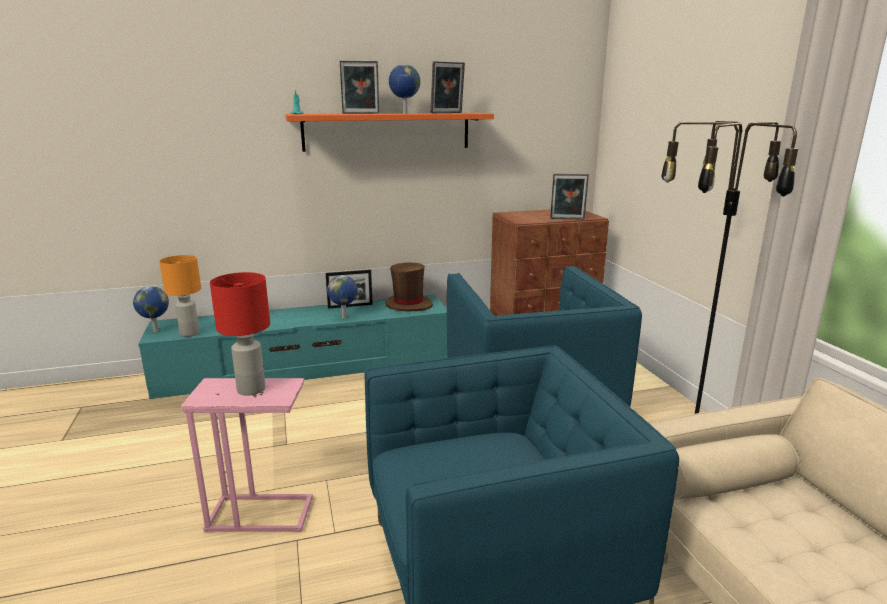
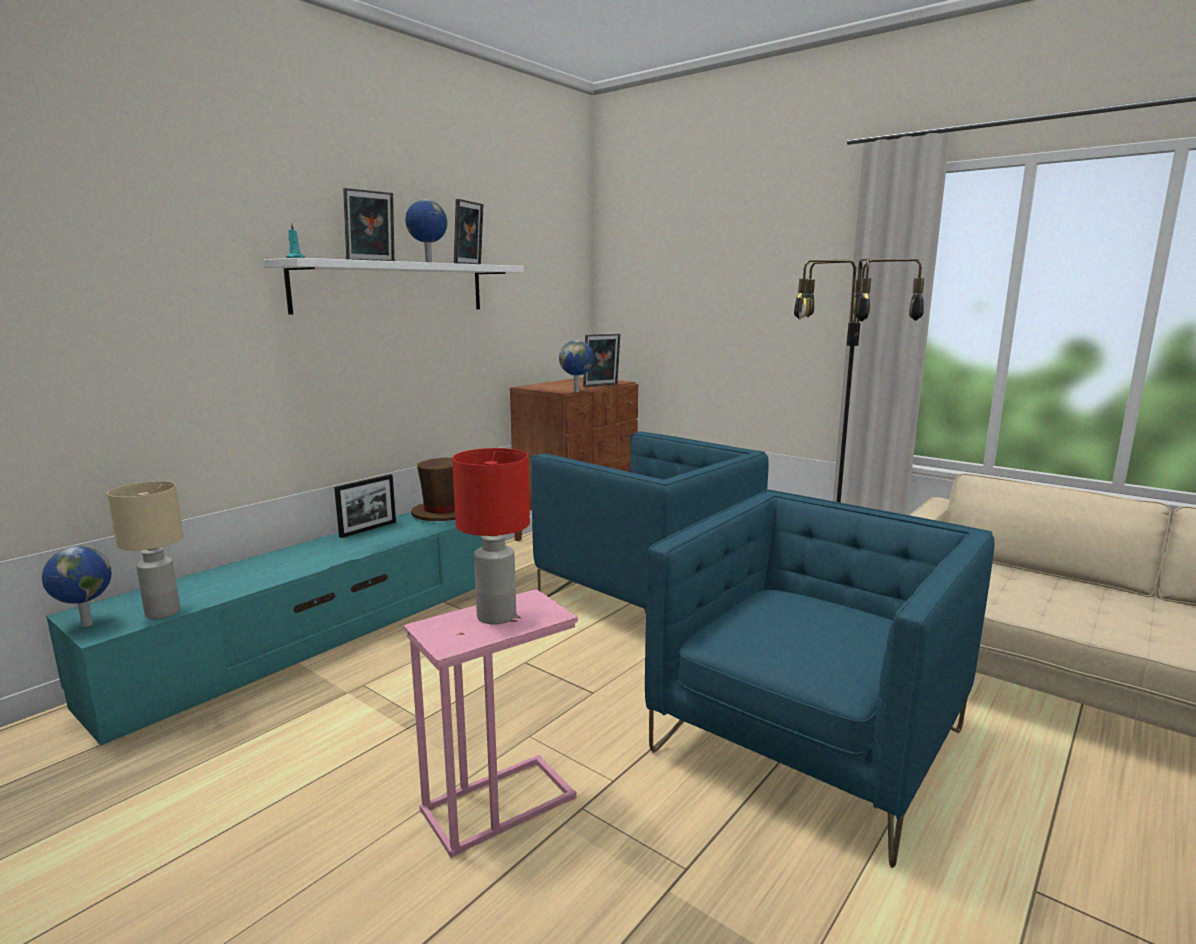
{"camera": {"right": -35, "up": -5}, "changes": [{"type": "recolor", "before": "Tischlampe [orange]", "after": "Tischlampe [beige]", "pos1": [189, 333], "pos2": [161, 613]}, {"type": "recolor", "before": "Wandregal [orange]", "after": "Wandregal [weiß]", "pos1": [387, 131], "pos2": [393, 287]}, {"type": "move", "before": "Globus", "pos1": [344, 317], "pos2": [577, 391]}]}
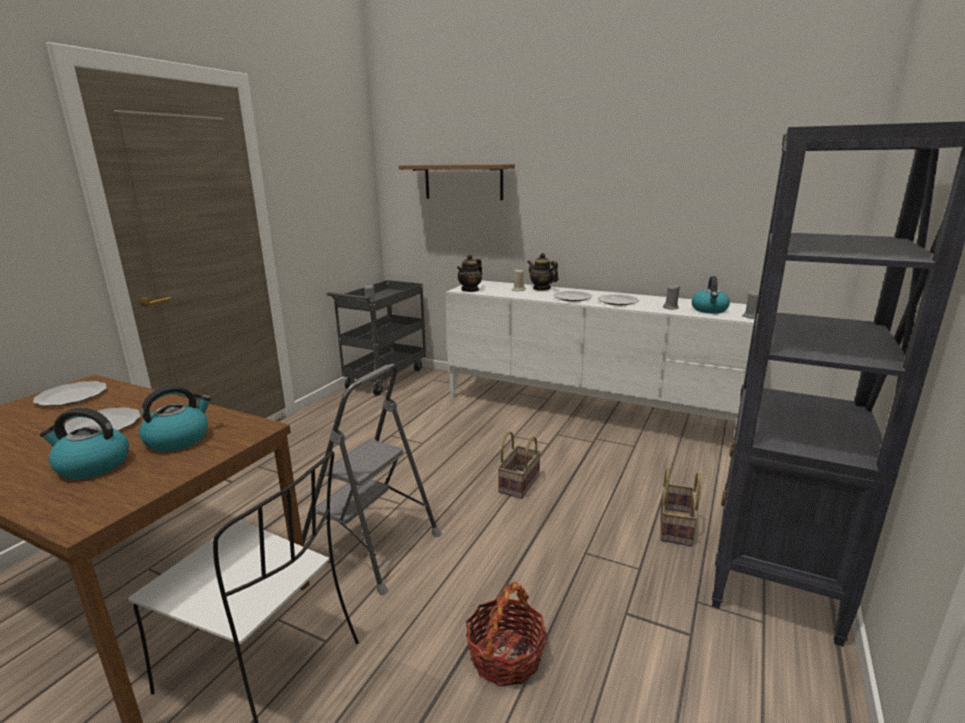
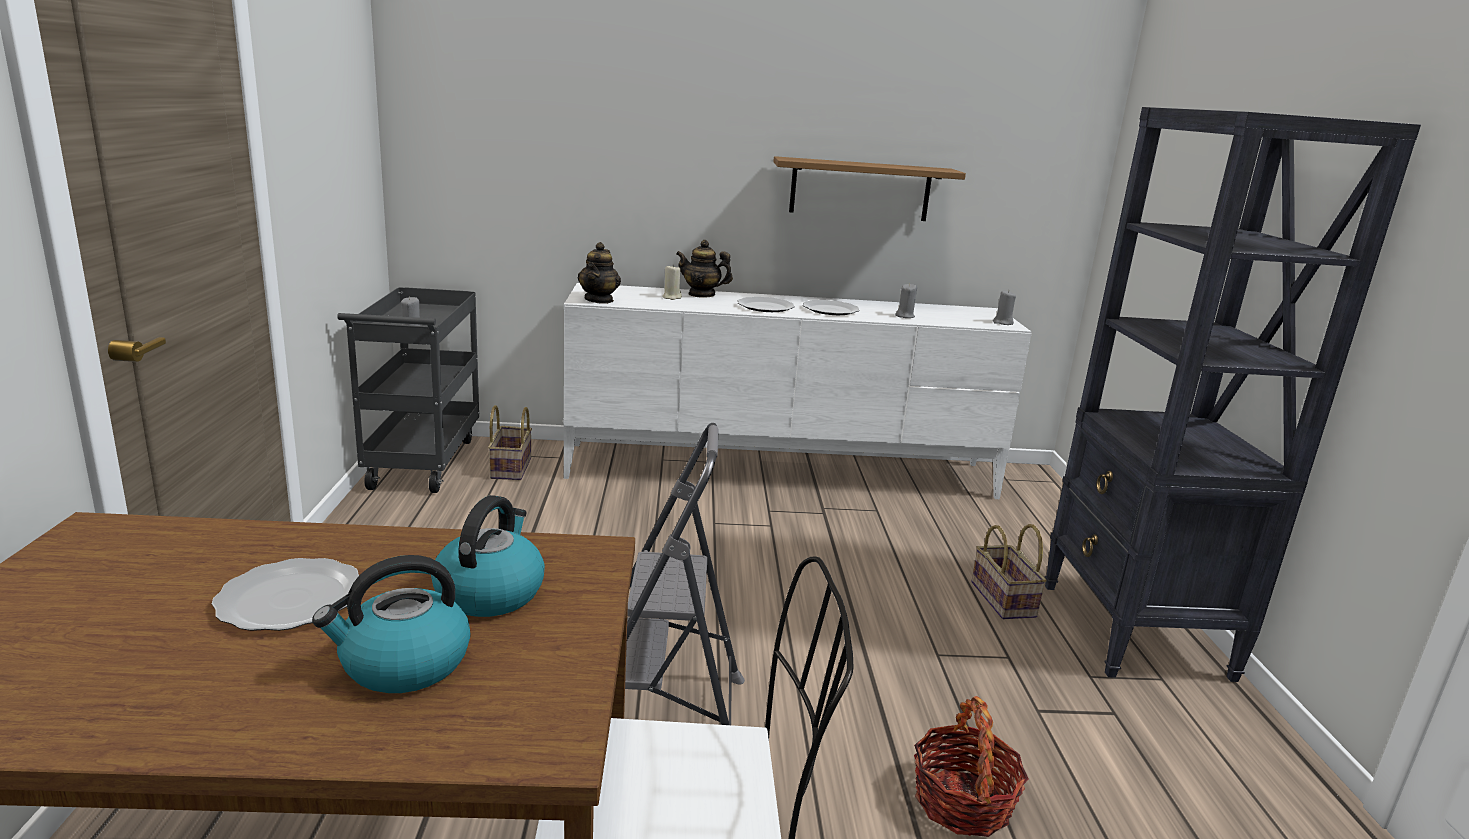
{"camera": {"right": -30, "up": 0}, "changes": [{"type": "move", "before": "Korb", "pos1": [518, 482], "pos2": [510, 467]}, {"type": "move", "before": "Wandregal", "pos1": [463, 182], "pos2": [860, 189]}, {"type": "delete", "before": "Teller", "pos1": [73, 396]}, {"type": "delete", "before": "Wasserkessel", "pos1": [709, 310]}]}
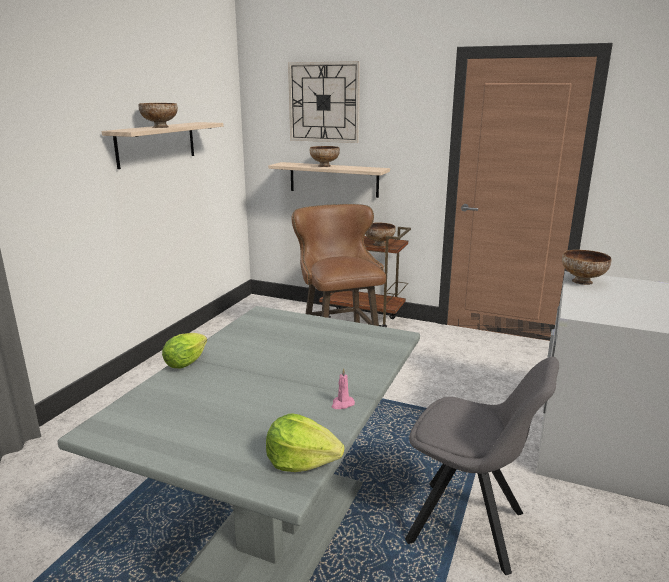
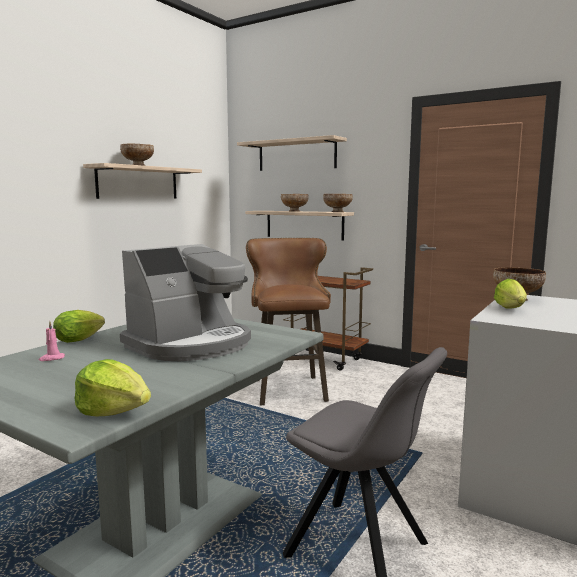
{"camera": {"right": 10, "up": -10}, "changes": [{"type": "move", "before": "Kerze [rosa]", "pos1": [342, 404], "pos2": [51, 358]}, {"type": "insert", "after": "Kaffeemaschine", "pos2": [191, 344]}, {"type": "replace", "before": "Wanduhr", "after": "Wandregal", "pos1": [324, 102], "pos2": [296, 155]}, {"type": "move", "before": "Schüssel", "pos1": [378, 244], "pos2": [337, 212]}, {"type": "insert", "after": "Salatkopf", "pos2": [511, 309]}]}
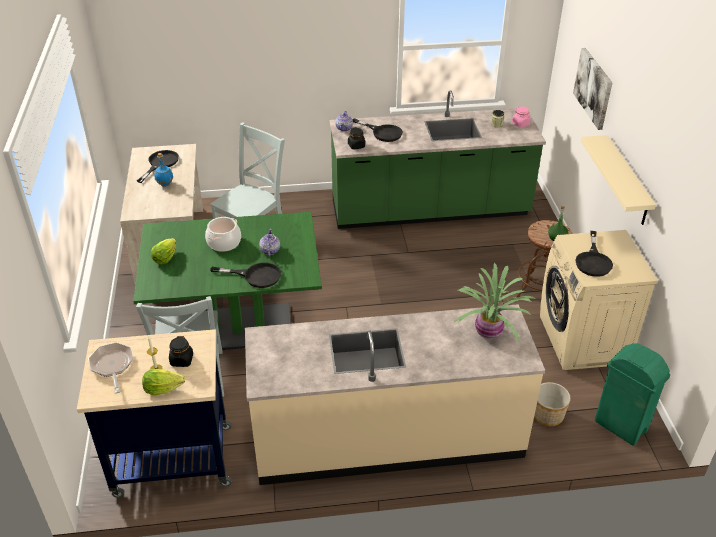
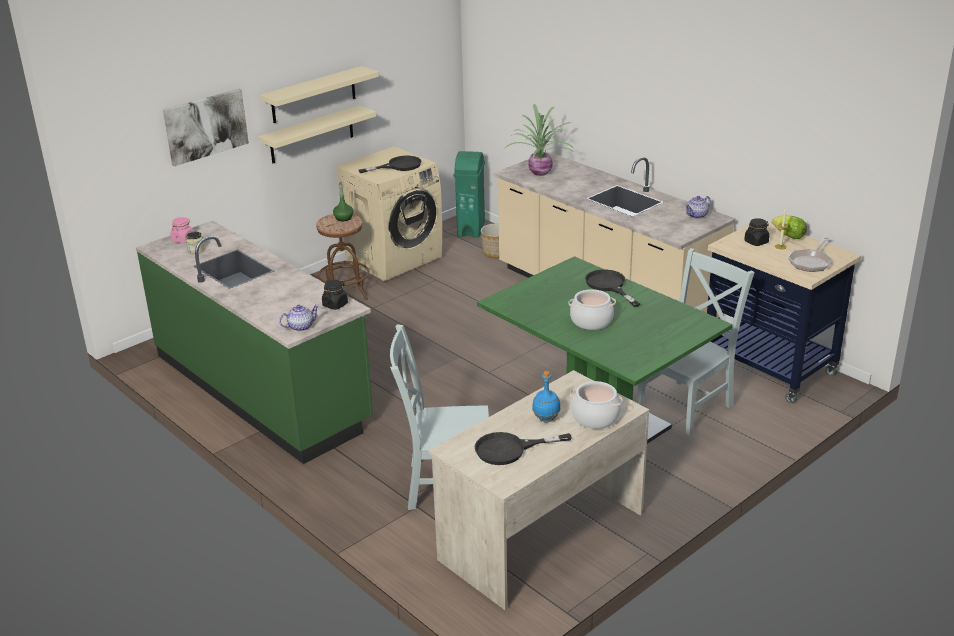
{"camera": {"right": -125, "up": -10}, "changes": [{"type": "insert", "after": "Wandregal [beige]", "pos2": [313, 95]}, {"type": "insert", "after": "Kochtopf", "pos2": [595, 417]}, {"type": "move", "before": "Teekanne", "pos1": [270, 251], "pos2": [697, 215]}, {"type": "delete", "before": "Salatkopf", "pos1": [165, 258]}, {"type": "delete", "before": "Pfanne [schwarz]", "pos1": [382, 132]}]}
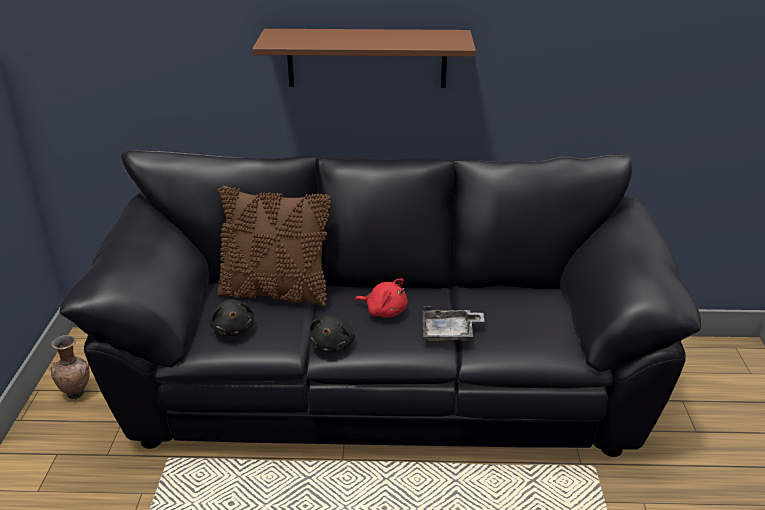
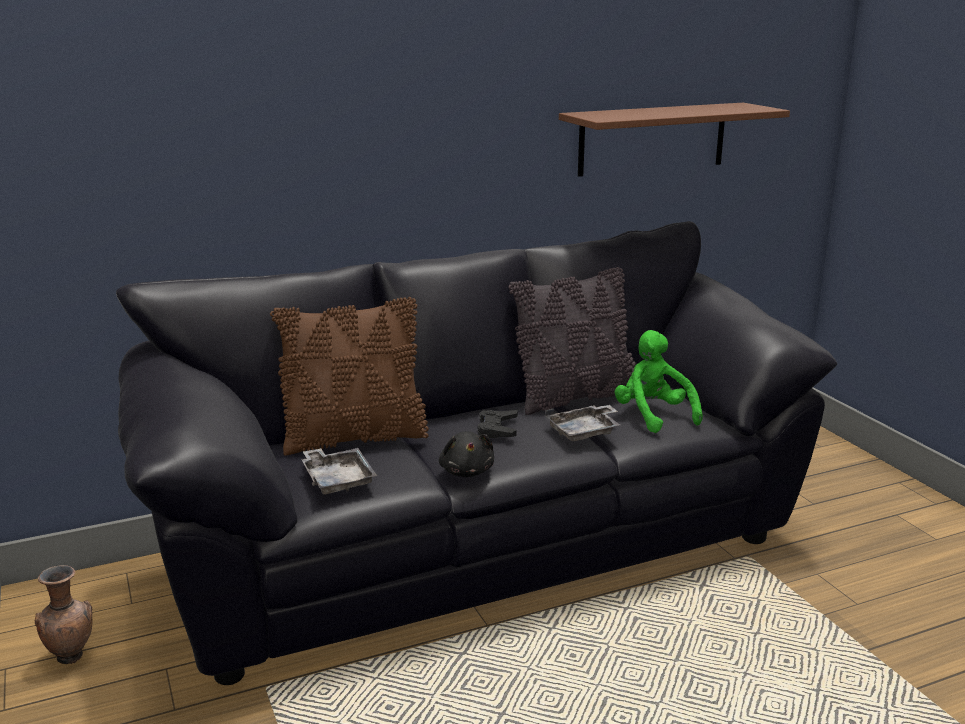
{"camera": {"right": -25, "up": -10}, "changes": [{"type": "replace", "before": "Plüschtier [schwarz]", "after": "Tablett [grau]", "pos1": [233, 329], "pos2": [337, 479]}, {"type": "replace", "before": "Plüschtier [rot]", "after": "Gamepad [schwarz]", "pos1": [384, 311], "pos2": [497, 429]}, {"type": "insert", "after": "Kissen [schwarz]", "pos2": [574, 397]}, {"type": "move", "before": "Wandregal [braun]", "pos1": [367, 58], "pos2": [652, 139]}, {"type": "insert", "after": "Plüschtier [grün]", "pos2": [653, 416]}]}
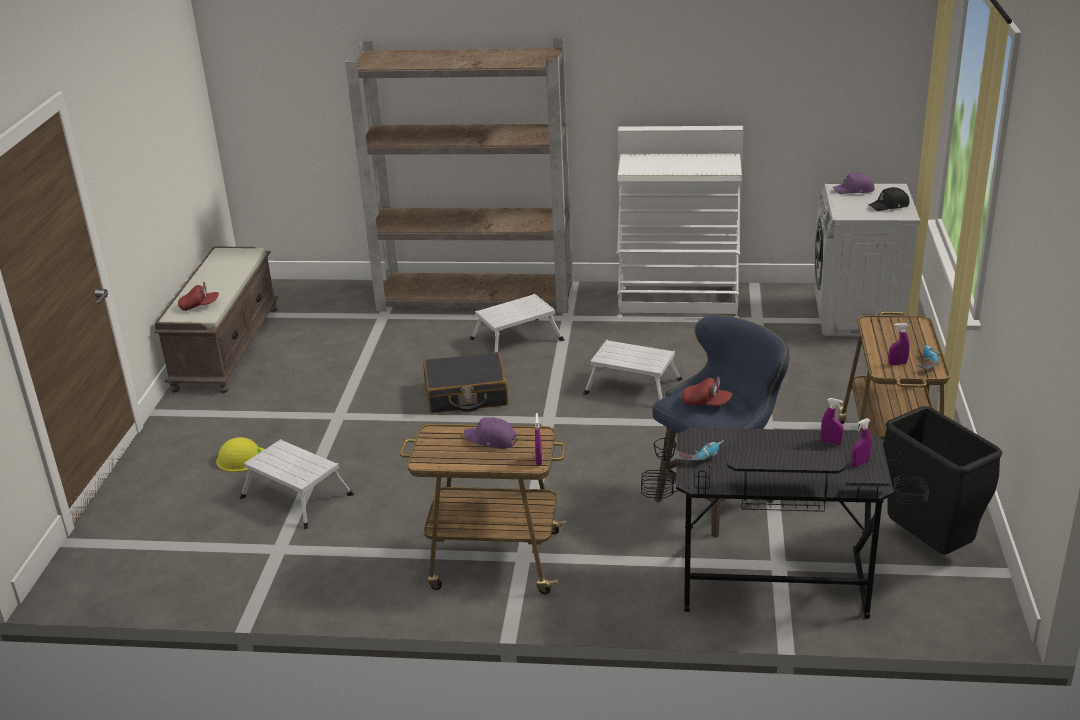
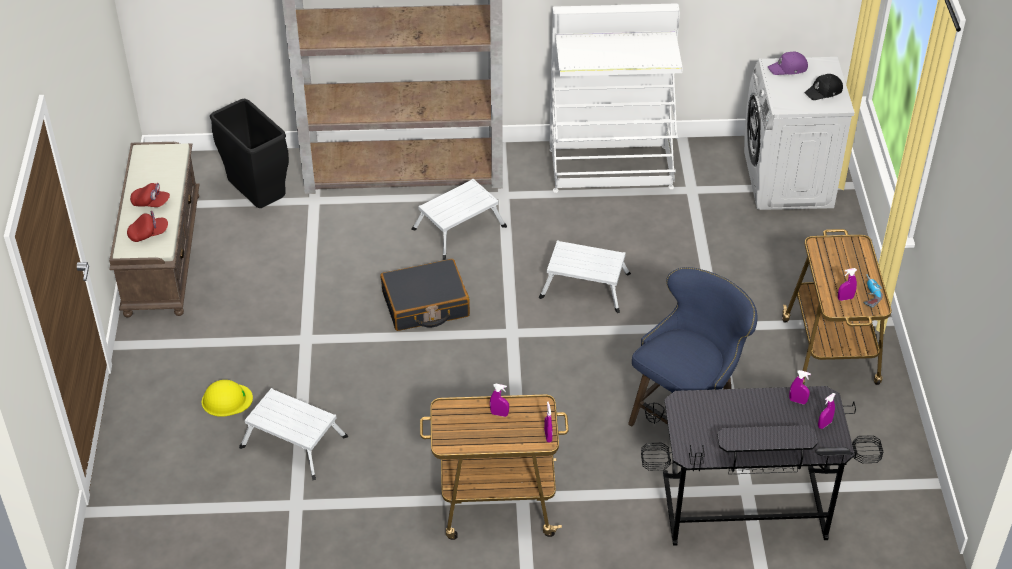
{"camera": {"right": -10, "up": 15}, "changes": [{"type": "move", "before": "Kappe [rot]", "pos1": [706, 403], "pos2": [151, 203]}, {"type": "move", "before": "Mülleimer [schwarz]", "pos1": [928, 545], "pos2": [259, 199]}, {"type": "replace", "before": "Kappe [lila]", "after": "Sprühflasche [lila]", "pos1": [491, 440], "pos2": [499, 414]}, {"type": "delete", "before": "Bohrmaschine", "pos1": [701, 456]}]}
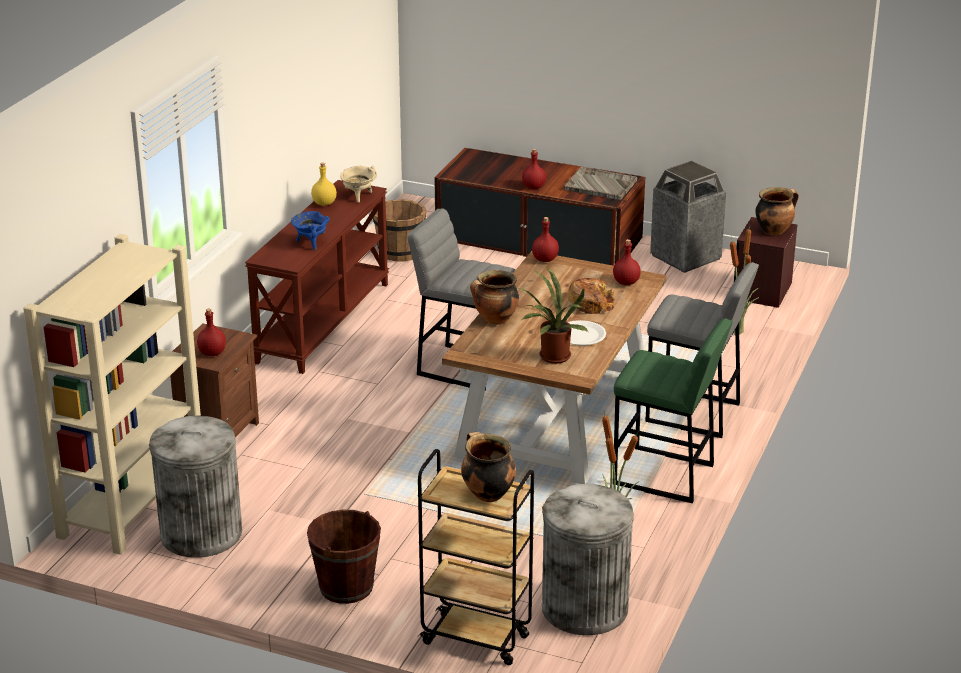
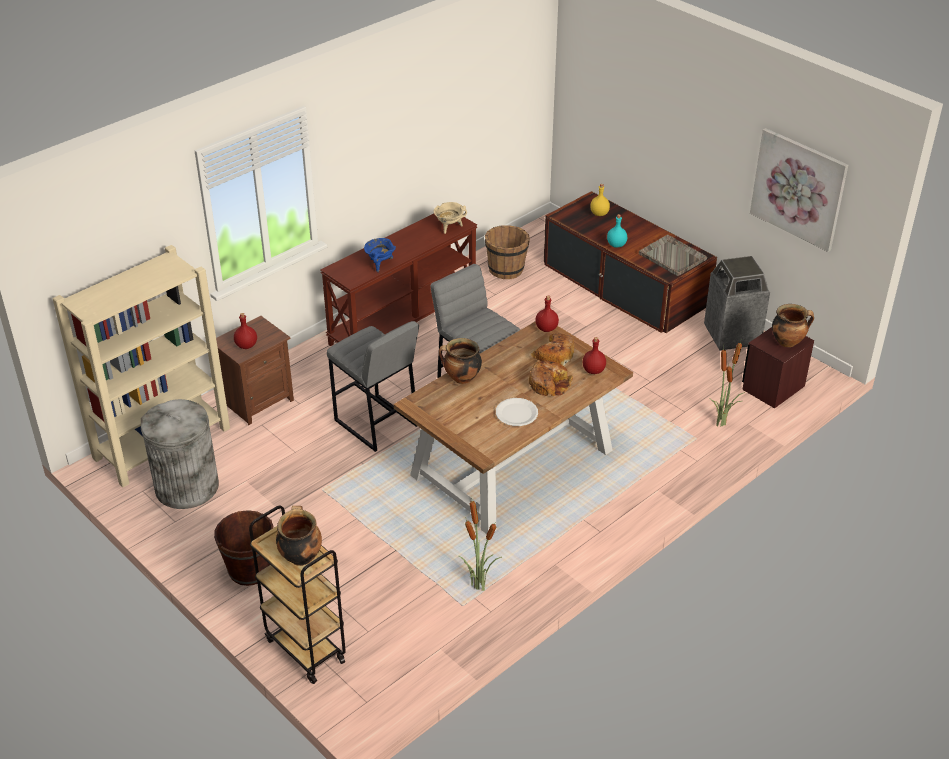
{"camera": {"right": 25, "up": 10}, "changes": [{"type": "move", "before": "Hocker [grau]", "pos1": [695, 413], "pos2": [377, 424]}, {"type": "insert", "after": "Brot", "pos2": [553, 355]}, {"type": "move", "before": "Flasche [gelb]", "pos1": [324, 203], "pos2": [599, 214]}, {"type": "recolor", "before": "Flasche [rot]", "after": "Flasche [türkis]", "pos1": [533, 187], "pos2": [616, 244]}, {"type": "insert", "after": "Bild", "pos2": [798, 189]}, {"type": "delete", "before": "Topfpflanze", "pos1": [552, 358]}, {"type": "delete", "before": "Mülleimer [grau]", "pos1": [584, 608]}, {"type": "delete", "before": "Hocker [grün]", "pos1": [666, 475]}]}
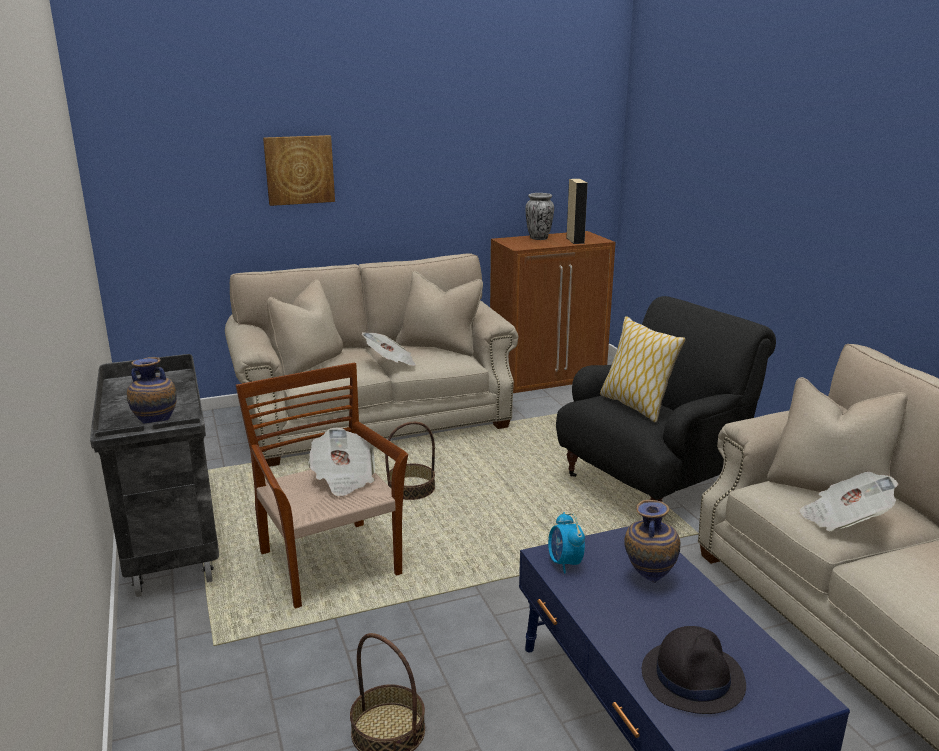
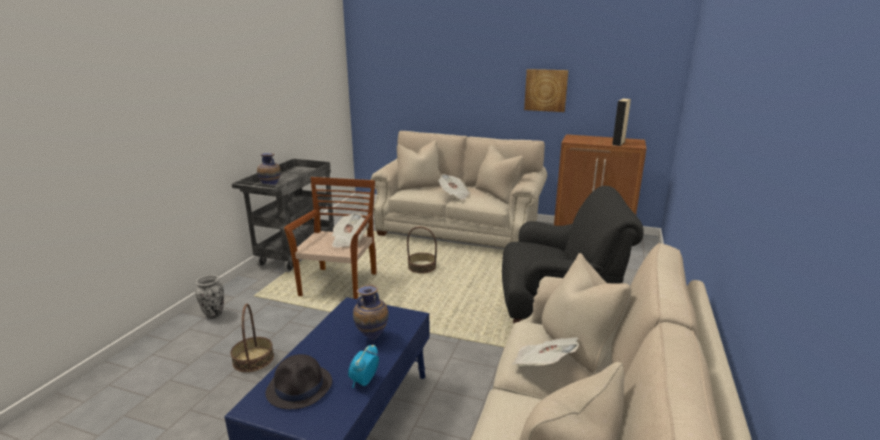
{"camera": {"right": 40, "up": 0}, "changes": [{"type": "move", "before": "Vase", "pos1": [539, 238], "pos2": [214, 314]}, {"type": "move", "before": "Wecker", "pos1": [565, 563], "pos2": [364, 381]}, {"type": "move", "before": "Bild", "pos1": [299, 170], "pos2": [546, 90]}, {"type": "delete", "before": "Kissen", "pos1": [635, 406]}]}
